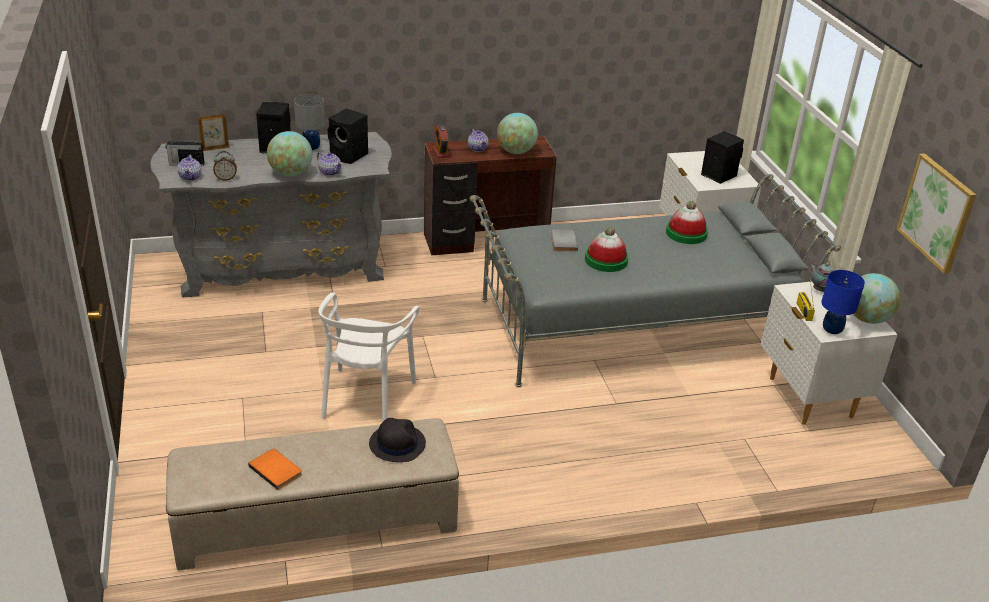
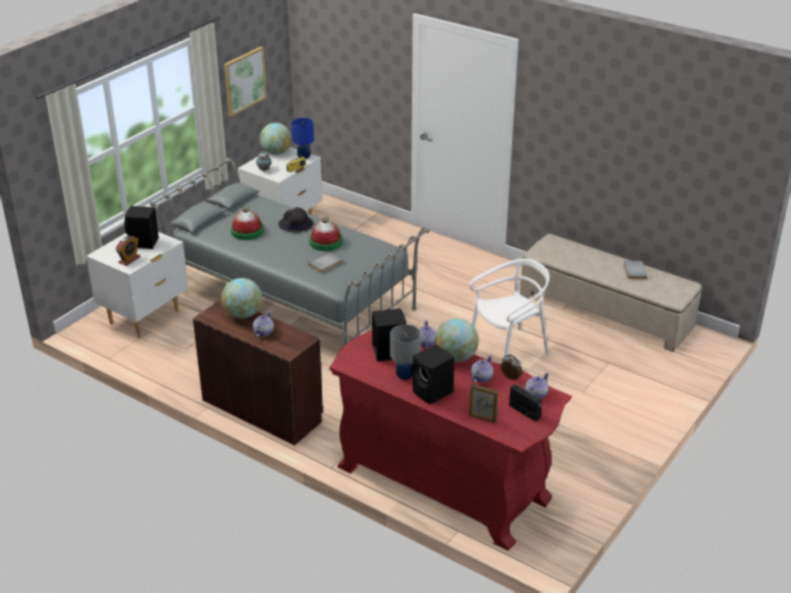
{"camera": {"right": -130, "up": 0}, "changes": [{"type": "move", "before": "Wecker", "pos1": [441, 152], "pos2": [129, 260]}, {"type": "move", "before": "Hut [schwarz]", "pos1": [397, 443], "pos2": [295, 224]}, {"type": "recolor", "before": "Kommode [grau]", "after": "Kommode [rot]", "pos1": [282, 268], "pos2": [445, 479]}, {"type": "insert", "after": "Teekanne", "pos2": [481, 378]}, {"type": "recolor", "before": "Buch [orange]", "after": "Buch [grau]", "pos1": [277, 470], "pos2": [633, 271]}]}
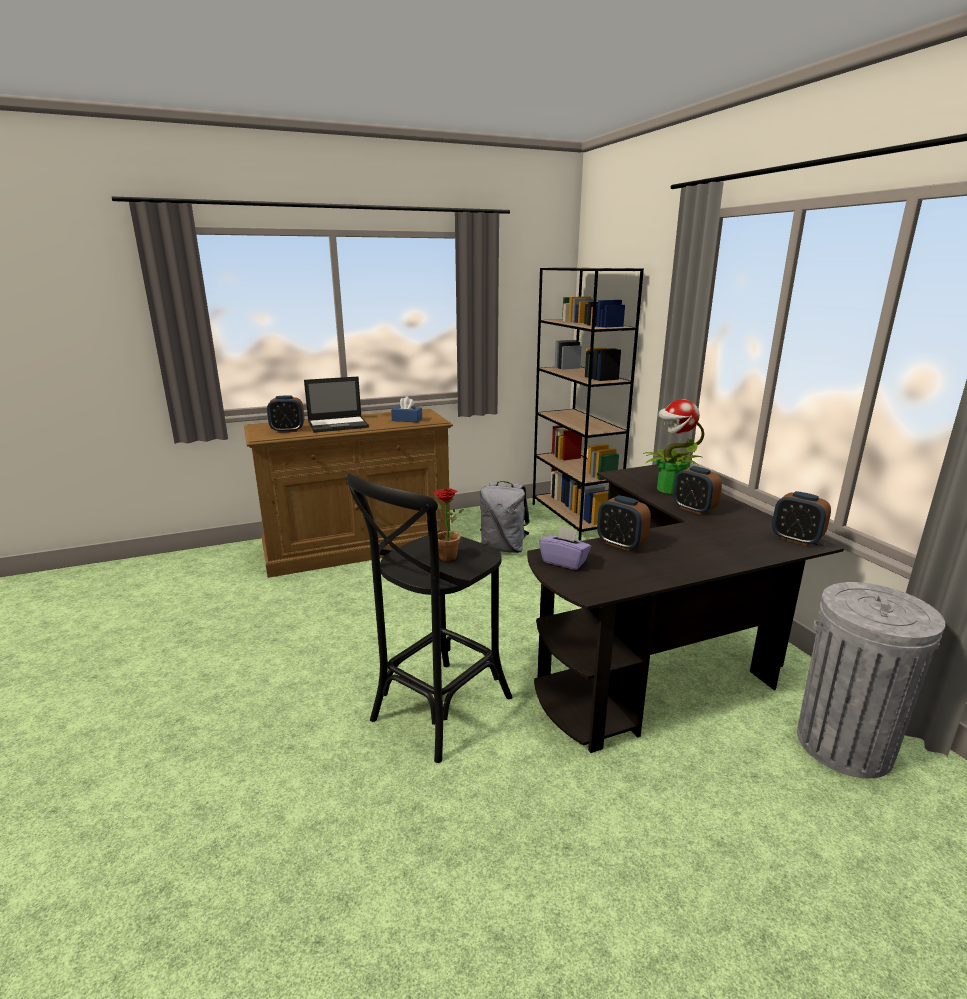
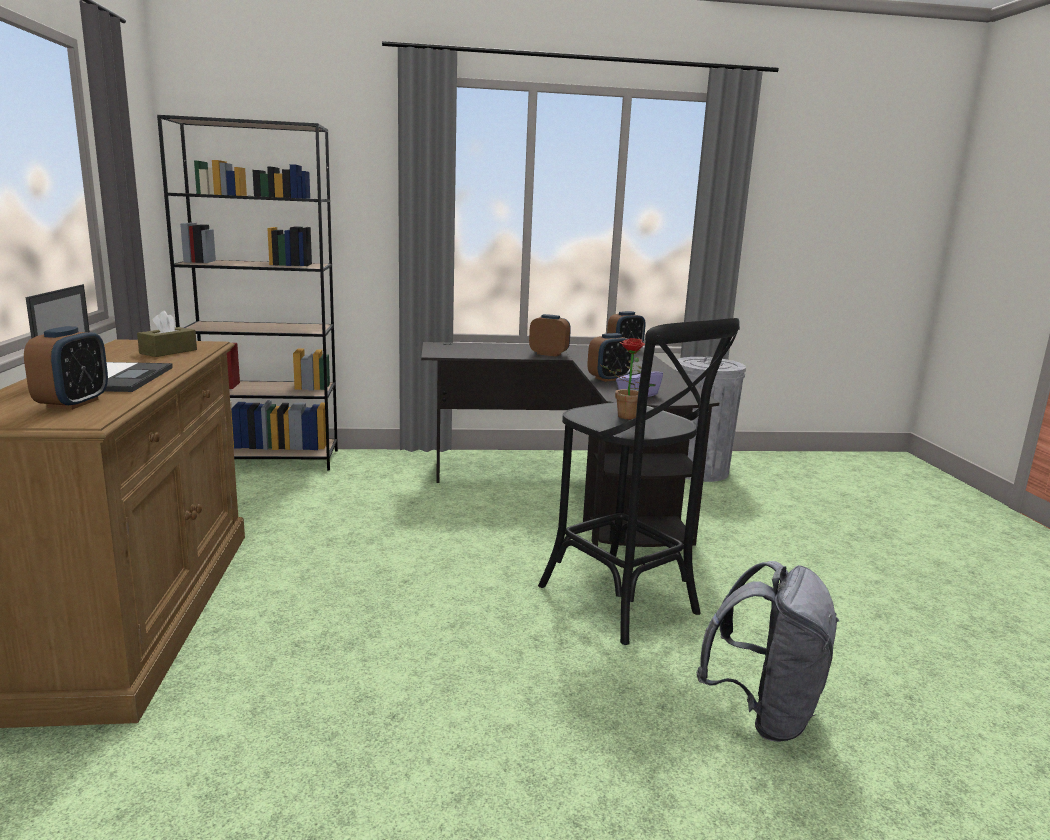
{"camera": {"right": -75, "up": -5}, "changes": [{"type": "recolor", "before": "Taschentuchbox [blau]", "after": "Taschentuchbox [braun]", "pos1": [407, 420], "pos2": [168, 351]}, {"type": "rotate", "before": "Wecker", "pos1": [694, 509], "pos2": [549, 354], "turn": -135}, {"type": "move", "before": "Rucksack [grau]", "pos1": [503, 548], "pos2": [763, 713]}, {"type": "delete", "before": "Topfpflanze", "pos1": [668, 489]}]}
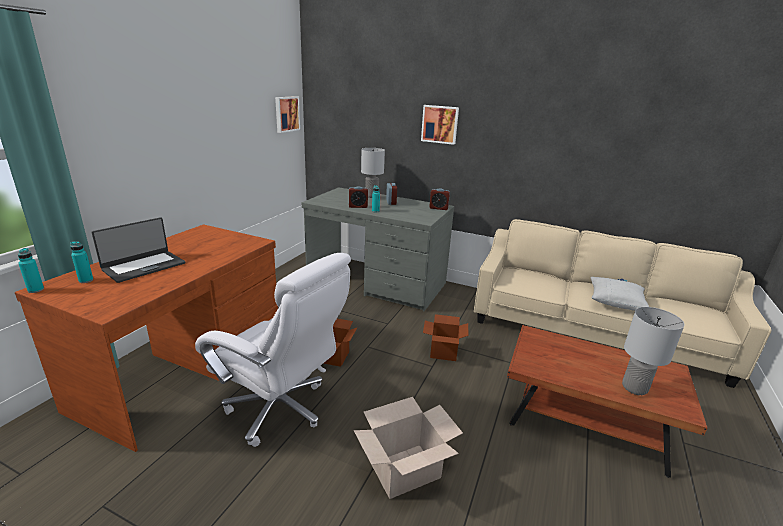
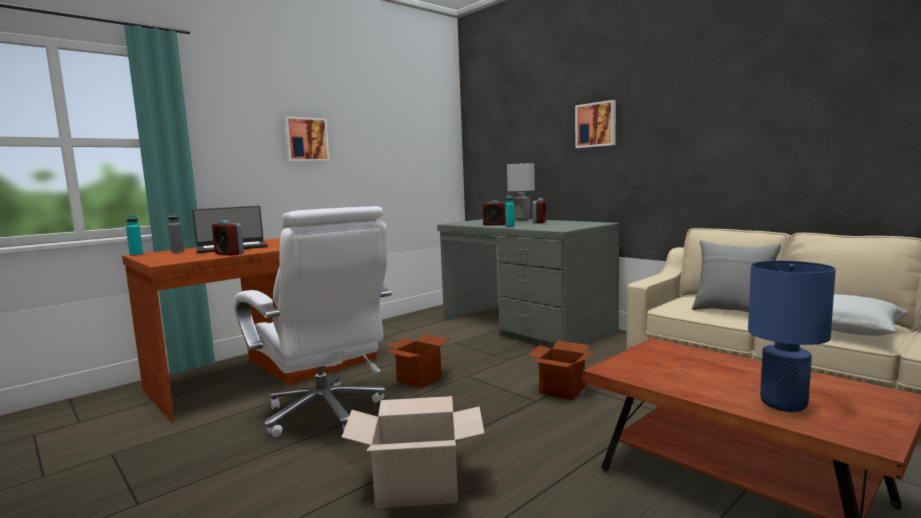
{"camera": {"right": 25, "up": -15}, "changes": [{"type": "recolor", "before": "Flasche [türkis]", "after": "Flasche [grau]", "pos1": [86, 280], "pos2": [177, 252]}, {"type": "move", "before": "Wecker", "pos1": [438, 208], "pos2": [229, 254]}, {"type": "move", "before": "Bild", "pos1": [286, 114], "pos2": [306, 139]}, {"type": "insert", "after": "Kissen [grau]", "pos2": [733, 312]}, {"type": "recolor", "before": "Tischlampe [grau]", "after": "Tischlampe [blau]", "pos1": [634, 389], "pos2": [783, 407]}]}
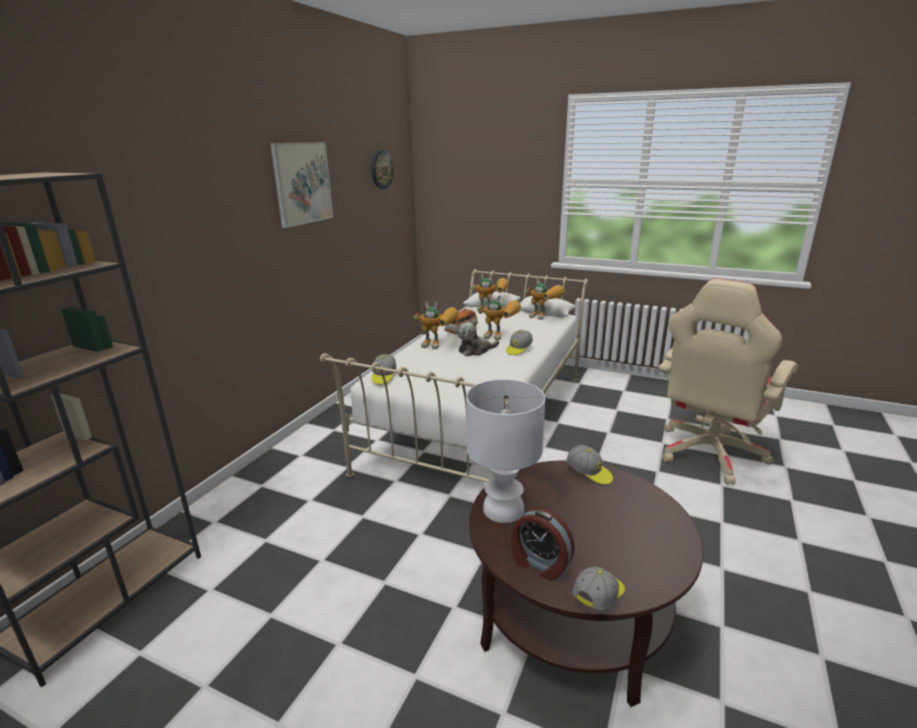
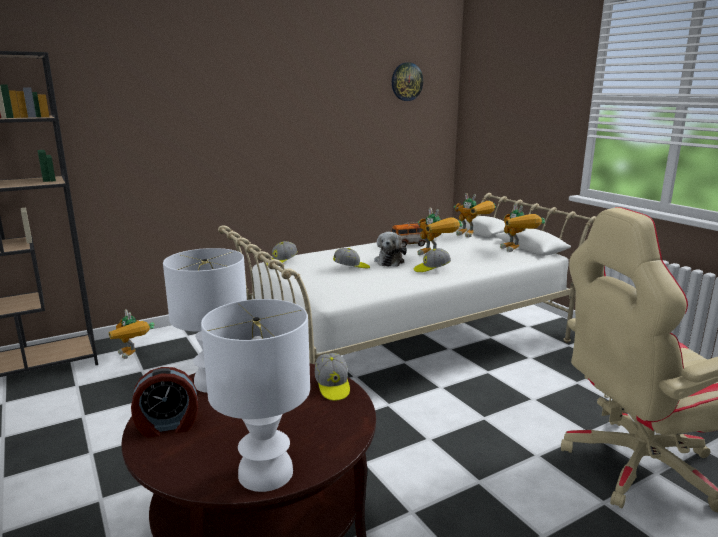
{"camera": {"right": 35, "up": -5}, "changes": [{"type": "move", "before": "Spielzeugroboter", "pos1": [439, 345], "pos2": [134, 356]}, {"type": "rotate", "before": "Wecker", "pos1": [539, 564], "pos2": [167, 426], "turn": -90}, {"type": "insert", "after": "Tischlampe [weiß]", "pos2": [264, 474]}, {"type": "move", "before": "Kappe", "pos1": [599, 596], "pos2": [351, 267]}, {"type": "rotate", "before": "Plüschtier", "pos1": [475, 350], "pos2": [390, 261], "turn": -90}, {"type": "delete", "before": "Bild", "pos1": [302, 183]}]}
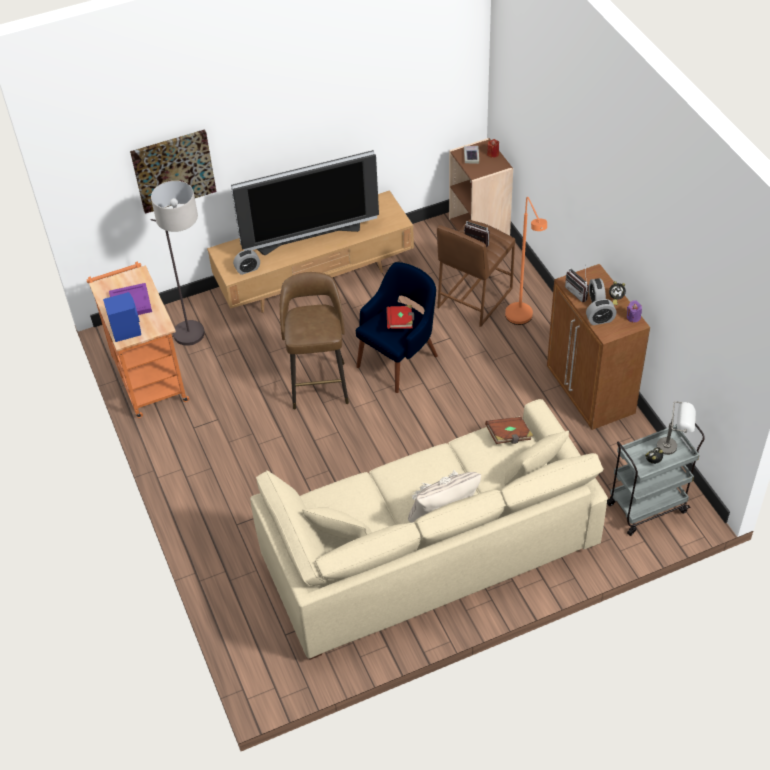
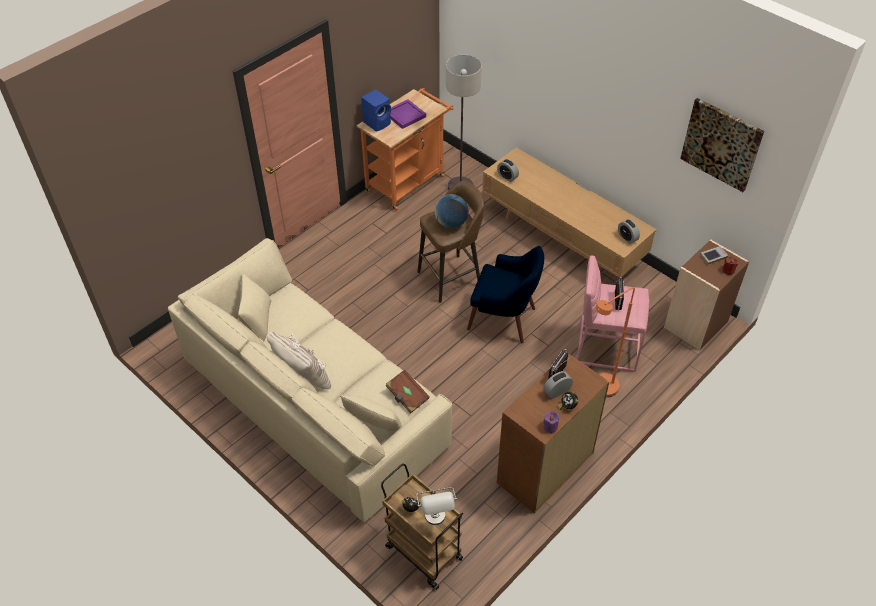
{"camera": {"right": 65, "up": 0}, "changes": [{"type": "recolor", "before": "Rollwagen [grau]", "after": "Rollwagen [braun]", "pos1": [645, 508], "pos2": [423, 552]}, {"type": "insert", "after": "Globus", "pos2": [451, 223]}, {"type": "recolor", "before": "Hocker [braun]", "after": "Hocker [rosa]", "pos1": [474, 298], "pos2": [605, 347]}, {"type": "move", "before": "Wecker", "pos1": [600, 320], "pos2": [627, 237]}, {"type": "move", "before": "Bild", "pos1": [173, 170], "pos2": [721, 144]}, {"type": "delete", "before": "Fernseher", "pos1": [309, 237]}, {"type": "delete", "before": "Buch [rot]", "pos1": [400, 322]}]}
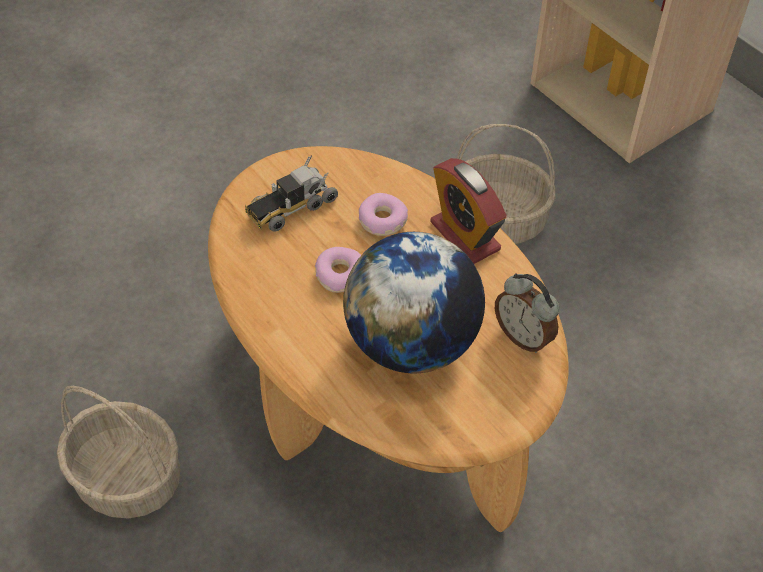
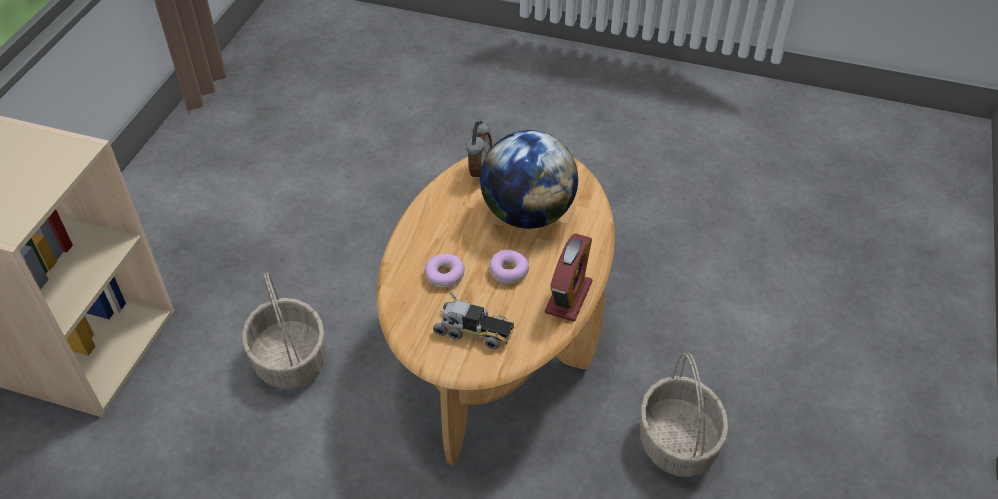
{"camera": {"right": -125, "up": -5}, "changes": [{"type": "move", "before": "Wecker", "pos1": [465, 235], "pos2": [568, 297]}]}
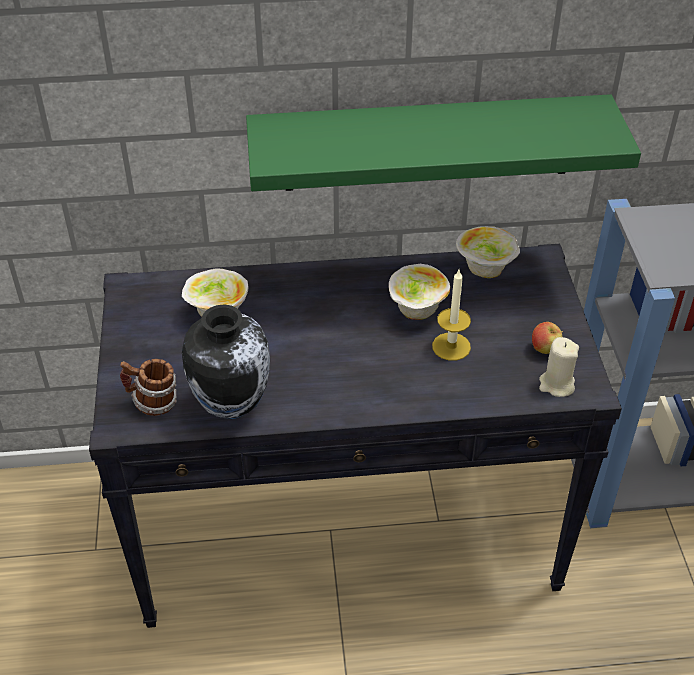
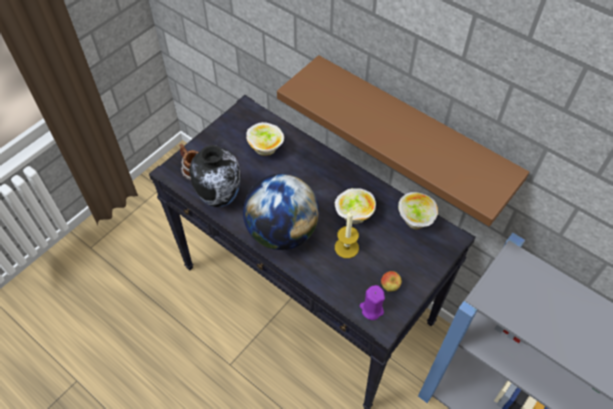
{"camera": {"right": 45, "up": 10}, "changes": [{"type": "insert", "after": "Globus", "pos2": [282, 232]}, {"type": "recolor", "before": "Wandregal [grün]", "after": "Wandregal [braun]", "pos1": [428, 143], "pos2": [412, 130]}, {"type": "recolor", "before": "Kerze [beige]", "after": "Kerze [lila]", "pos1": [556, 385], "pos2": [371, 309]}]}
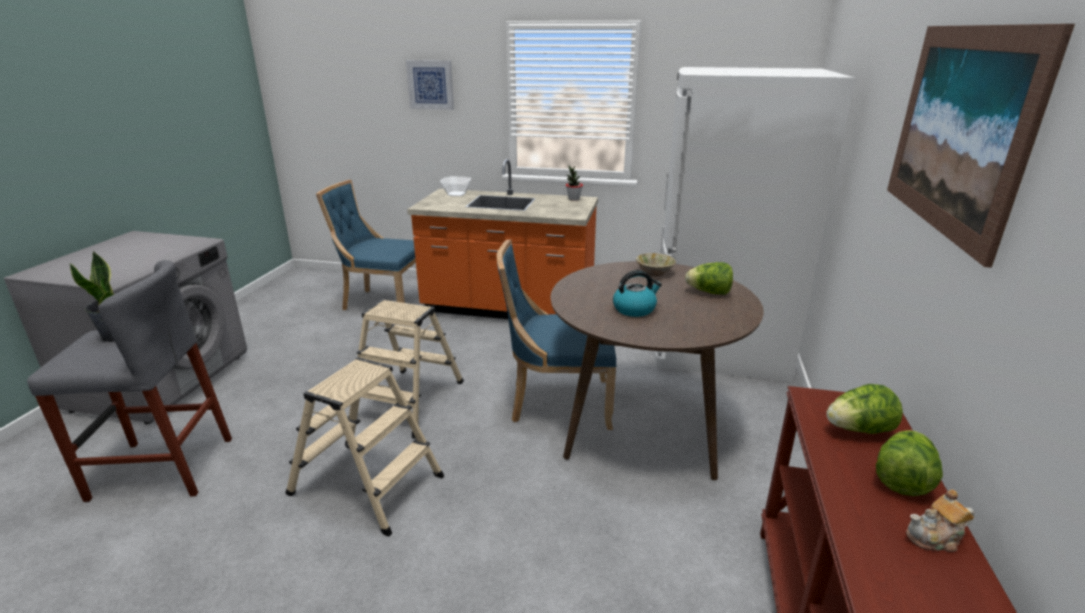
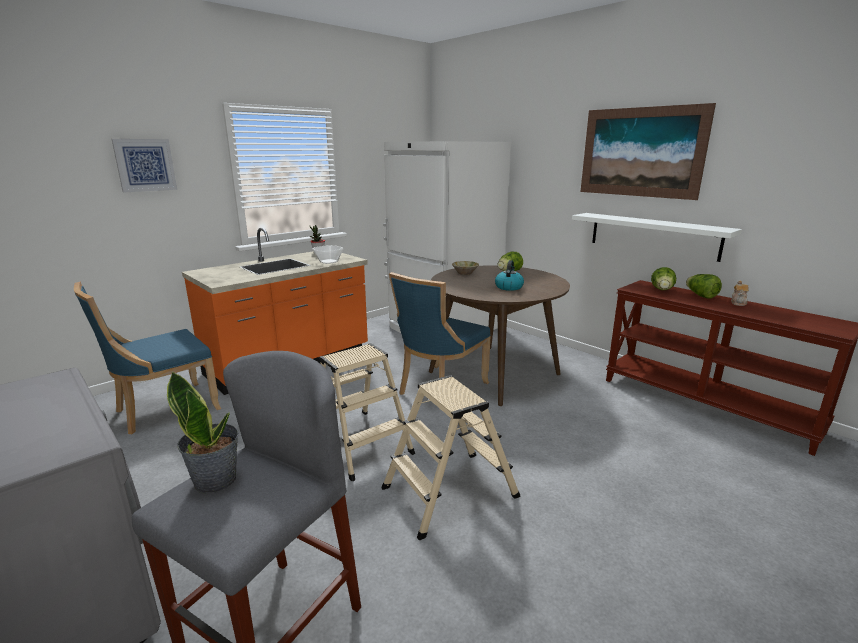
{"camera": {"right": -55, "up": -5}, "changes": [{"type": "move", "before": "Schüssel", "pos1": [456, 194], "pos2": [329, 262]}, {"type": "insert", "after": "Wandregal [weiß]", "pos2": [653, 235]}]}
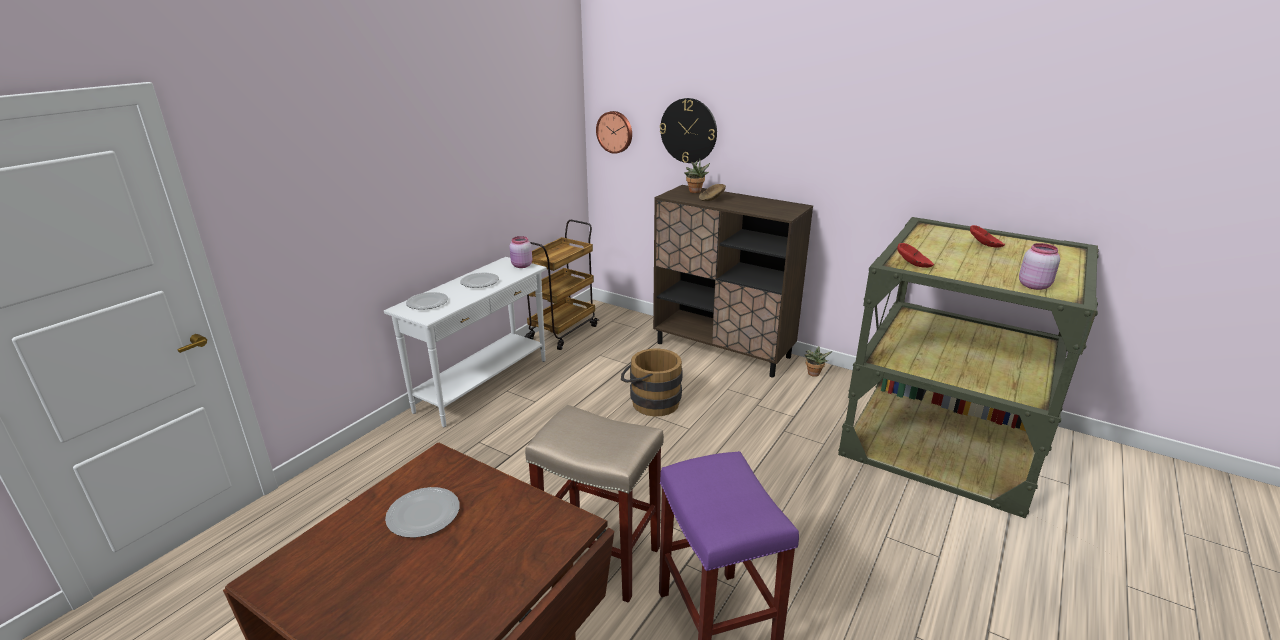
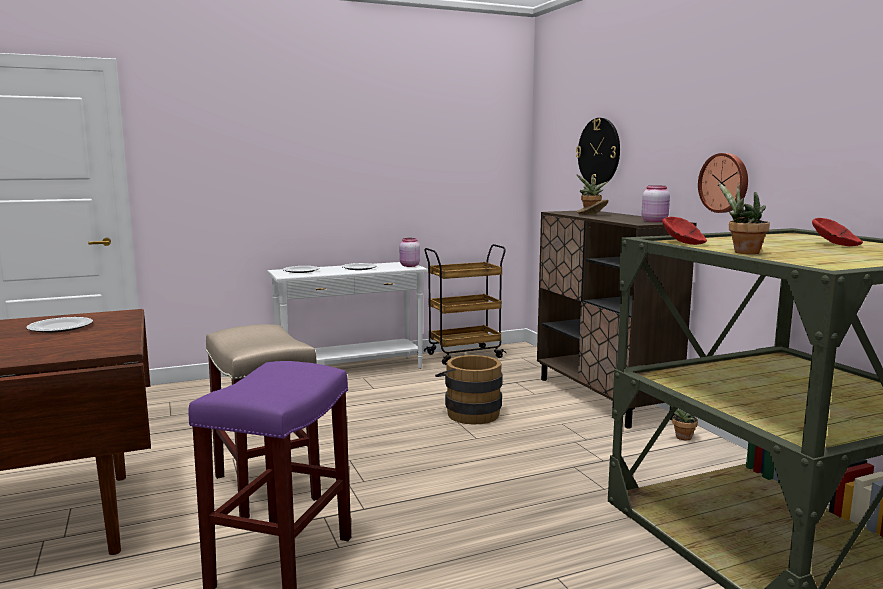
{"camera": {"right": 35, "up": -15}, "changes": [{"type": "move", "before": "Vorratsglas [rosa]", "pos1": [1033, 285], "pos2": [654, 221]}, {"type": "move", "before": "Wanduhr", "pos1": [615, 132], "pos2": [724, 183]}, {"type": "insert", "after": "Topfpflanze", "pos2": [742, 252]}]}
